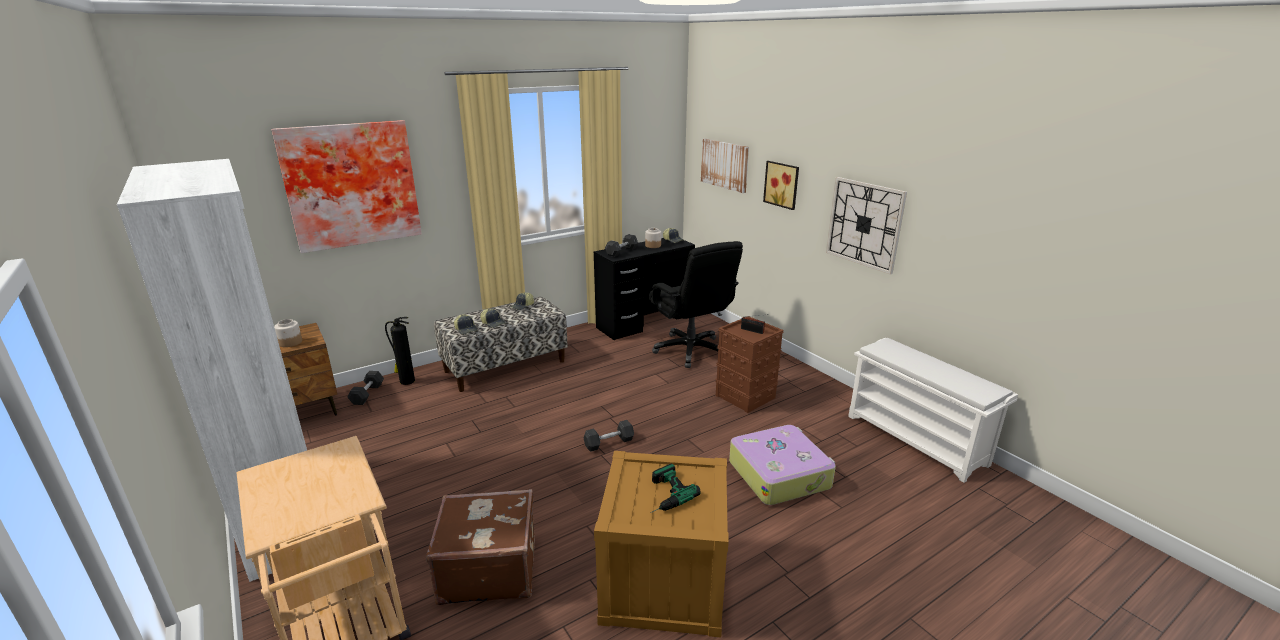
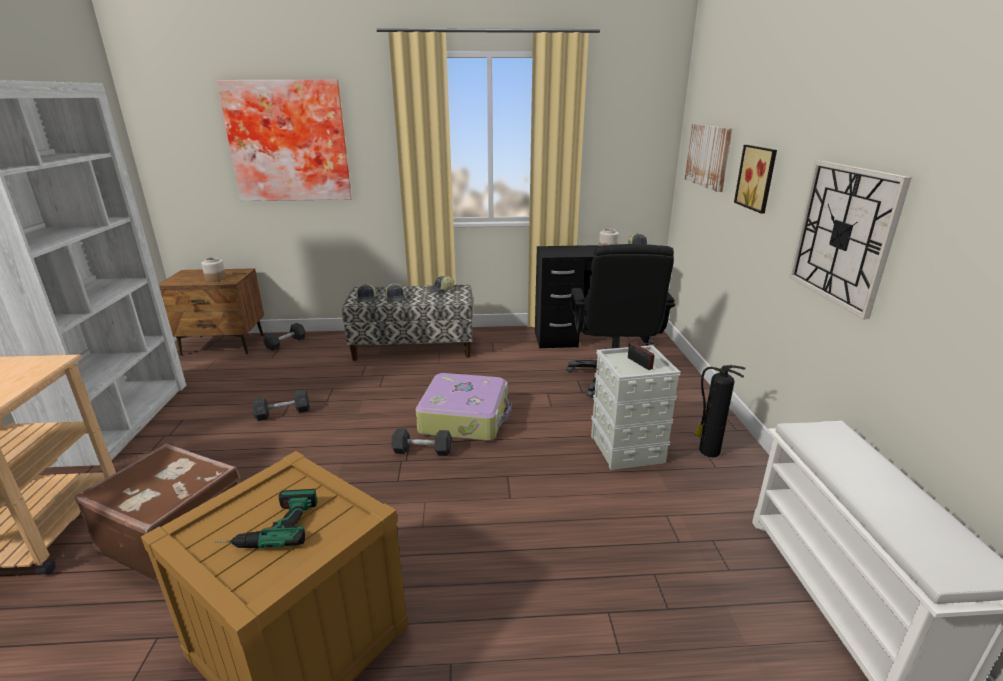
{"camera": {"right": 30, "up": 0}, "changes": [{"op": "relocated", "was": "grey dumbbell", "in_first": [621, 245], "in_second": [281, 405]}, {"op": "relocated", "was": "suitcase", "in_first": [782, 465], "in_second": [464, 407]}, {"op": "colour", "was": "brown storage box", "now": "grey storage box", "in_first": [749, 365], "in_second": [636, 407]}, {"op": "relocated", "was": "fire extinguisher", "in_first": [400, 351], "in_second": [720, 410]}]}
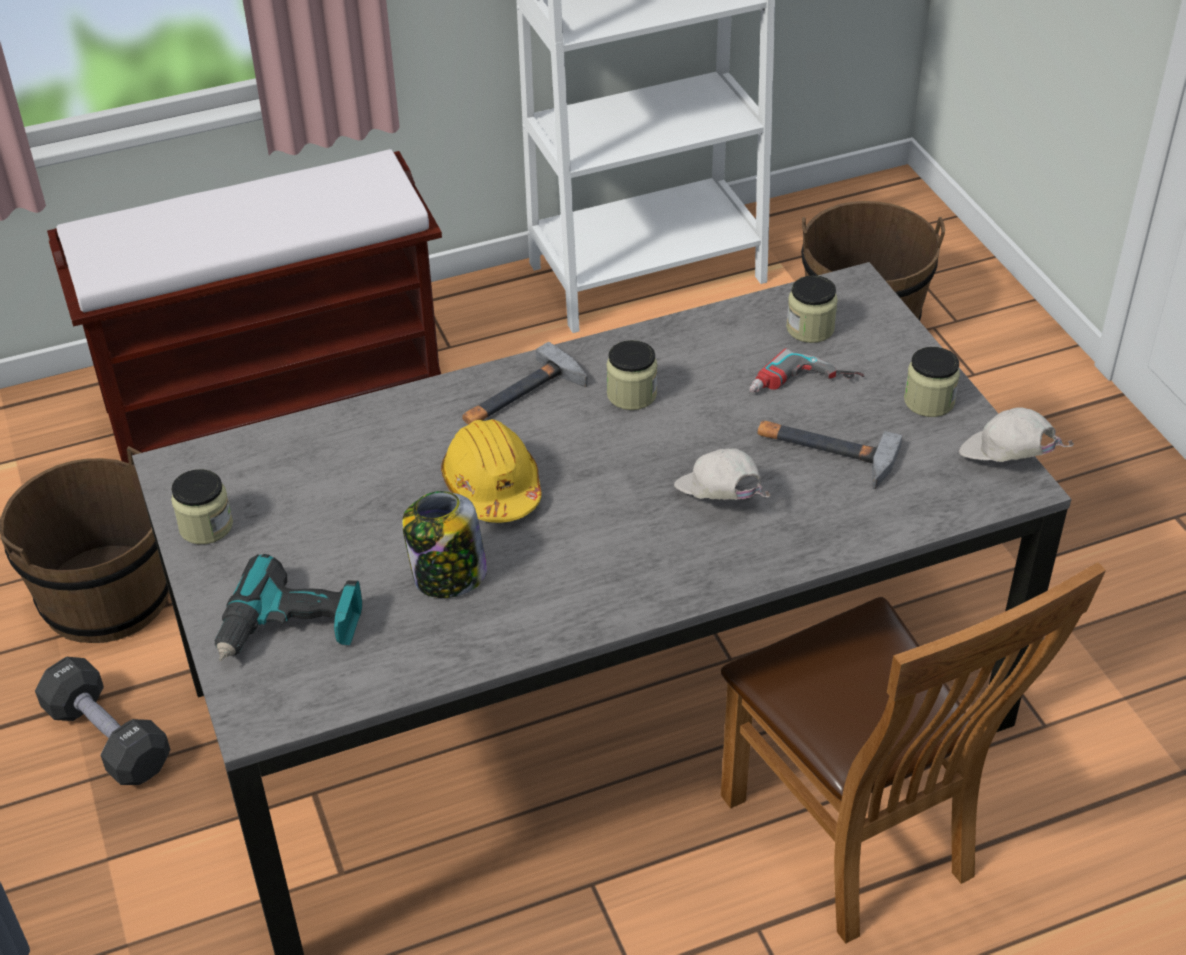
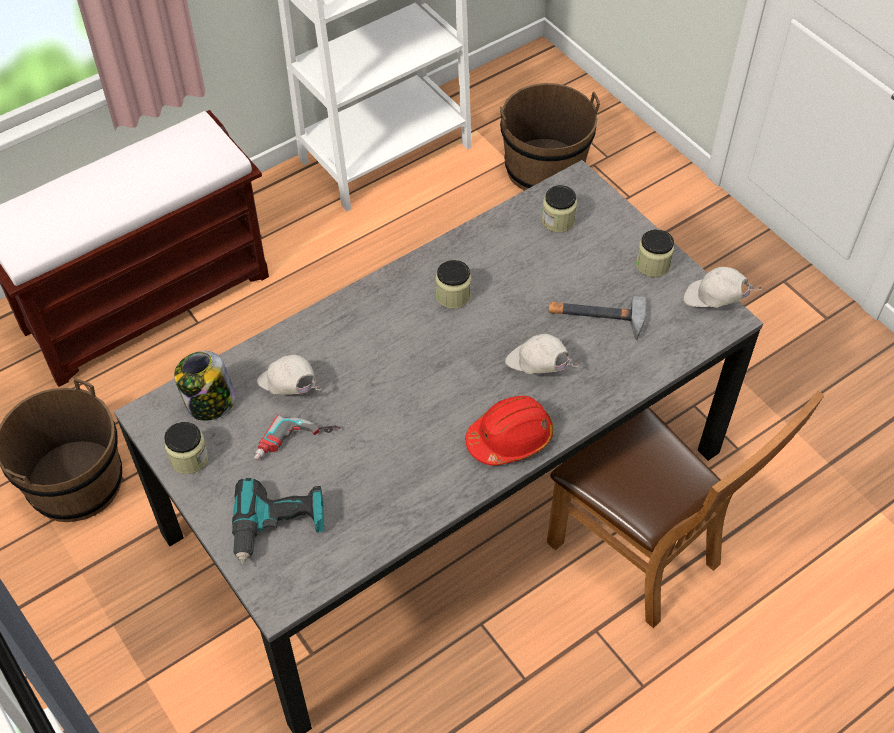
{"camera": {"right": -15, "up": 10}, "changes": [{"op": "relocated", "was": "jar", "in_first": [444, 544], "in_second": [205, 386]}, {"op": "relocated", "was": "power drill", "in_first": [806, 370], "in_second": [297, 437]}, {"op": "appeared", "now": "white cap", "in_second": [289, 374]}, {"op": "appeared", "now": "red hard hat", "in_second": [509, 430]}, {"op": "missing", "was": "black dumbbell", "in_first": [102, 721]}, {"op": "missing", "was": "yellow hard hat", "in_first": [491, 471]}, {"op": "missing", "was": "hammer", "in_first": [525, 383]}]}
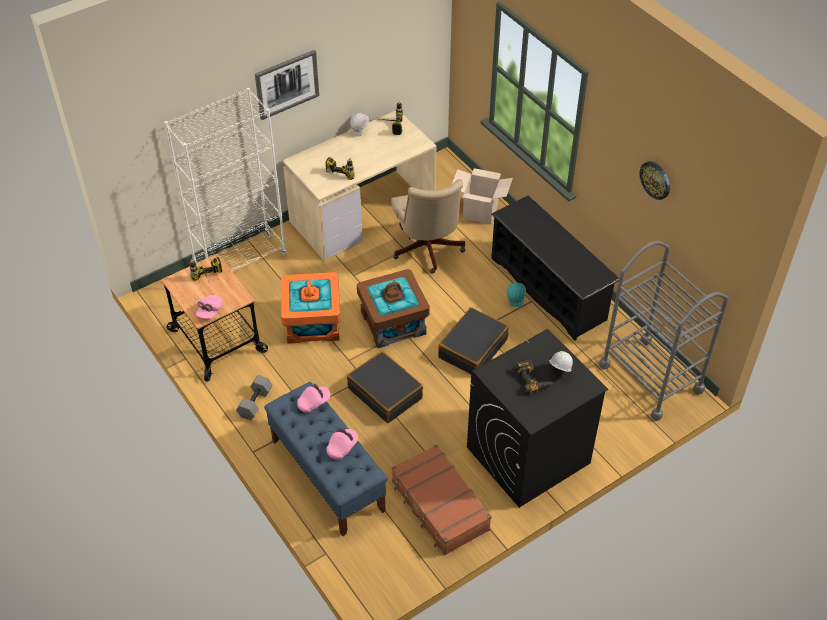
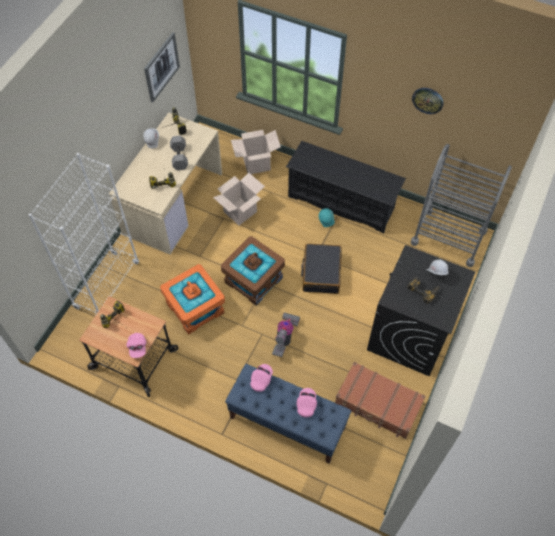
{"camera": {"right": -30, "up": 10}, "changes": [{"op": "relocated", "was": "picture", "in_first": [287, 85], "in_second": [162, 67]}, {"op": "relocated", "was": "grey dumbbell", "in_first": [254, 397], "in_second": [179, 153]}, {"op": "exchanged", "was": "beige office chair", "now": "cardboard box", "in_first": [428, 226], "in_second": [239, 199]}, {"op": "exchanged", "was": "black suitcase", "now": "vacuum cleaner", "in_first": [385, 387], "in_second": [286, 335]}]}
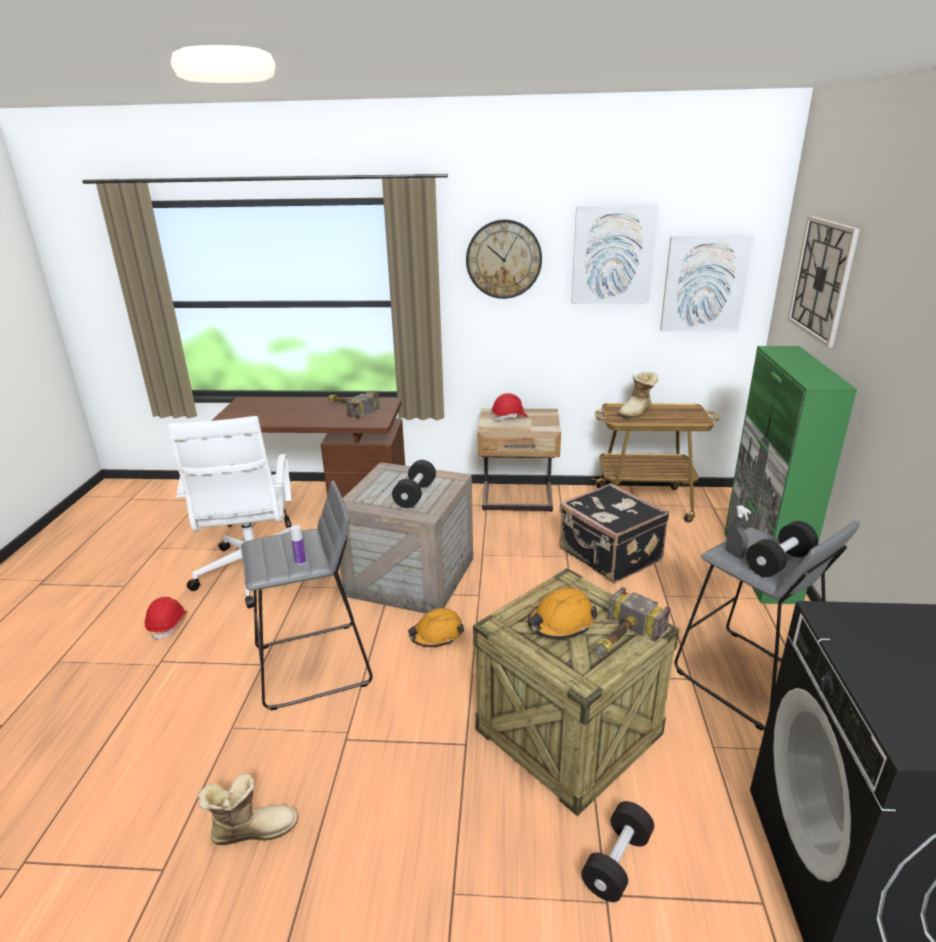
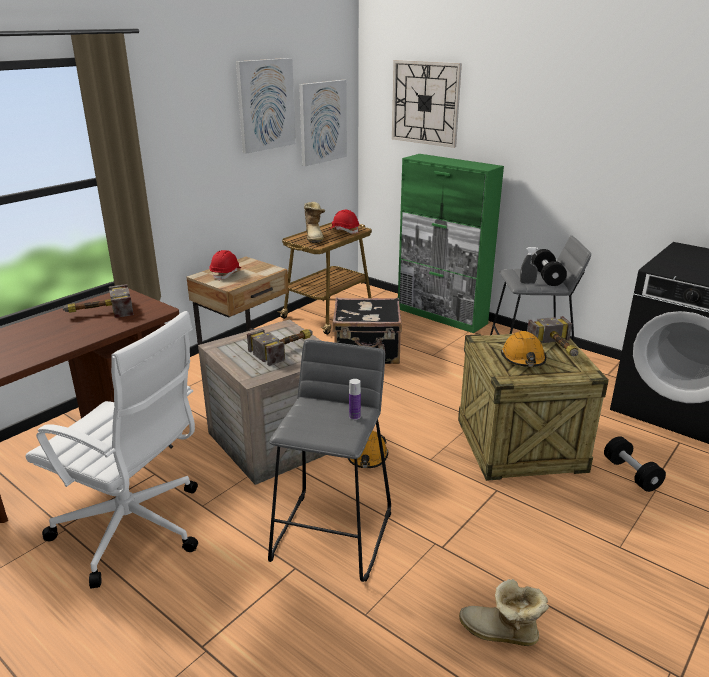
{"camera": {"right": -55, "up": 0}, "changes": [{"op": "exchanged", "was": "black dumbbell", "now": "hammer", "in_first": [414, 484], "in_second": [280, 347]}, {"op": "relocated", "was": "red hard hat", "in_first": [165, 619], "in_second": [344, 221]}, {"op": "spun", "was": "boot", "in_first": [247, 809], "in_second": [504, 612], "clockwise": -90}, {"op": "missing", "was": "wall clock", "in_first": [504, 259]}]}
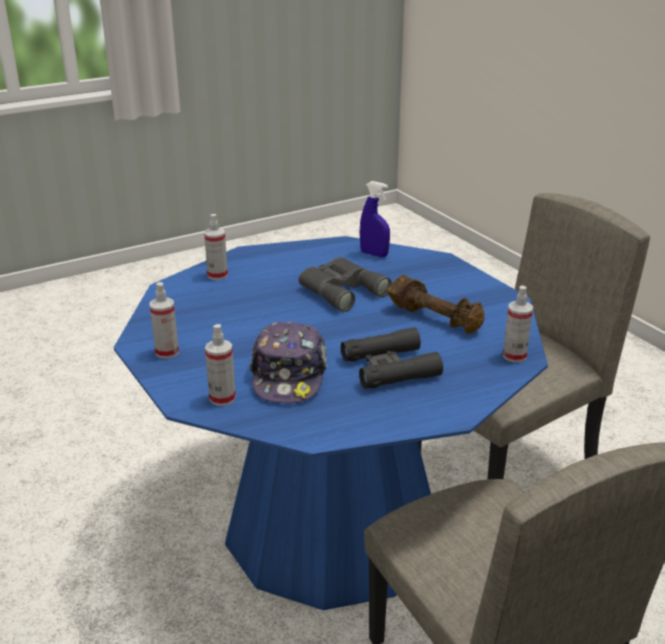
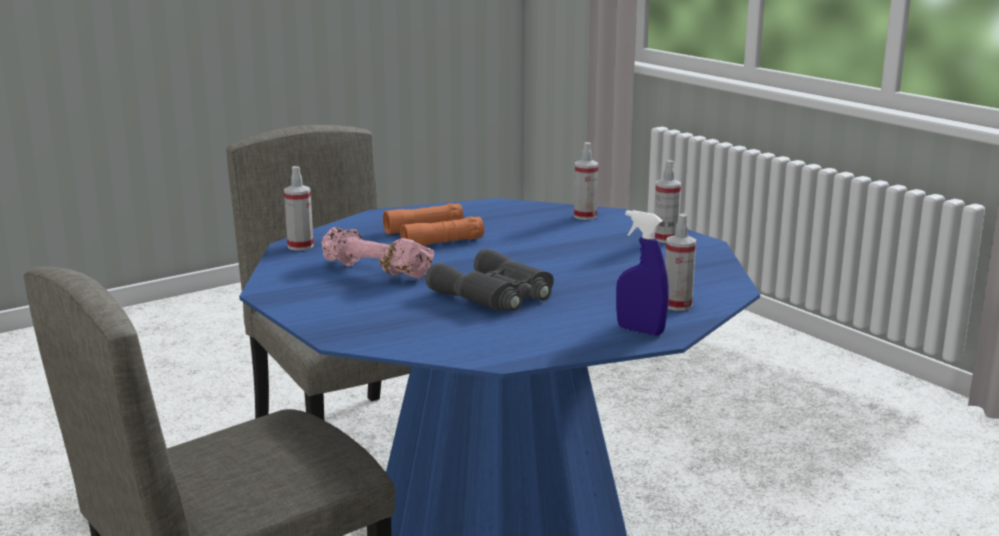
{"camera": {"right": 175, "up": -10}, "changes": [{"op": "colour", "was": "brown dumbbell", "now": "pink dumbbell", "in_first": [435, 304], "in_second": [378, 252]}, {"op": "colour", "was": "black binoculars", "now": "orange binoculars", "in_first": [392, 358], "in_second": [433, 224]}, {"op": "relocated", "was": "blue spray bottle", "in_first": [375, 219], "in_second": [642, 273]}, {"op": "missing", "was": "cap", "in_first": [288, 362]}]}
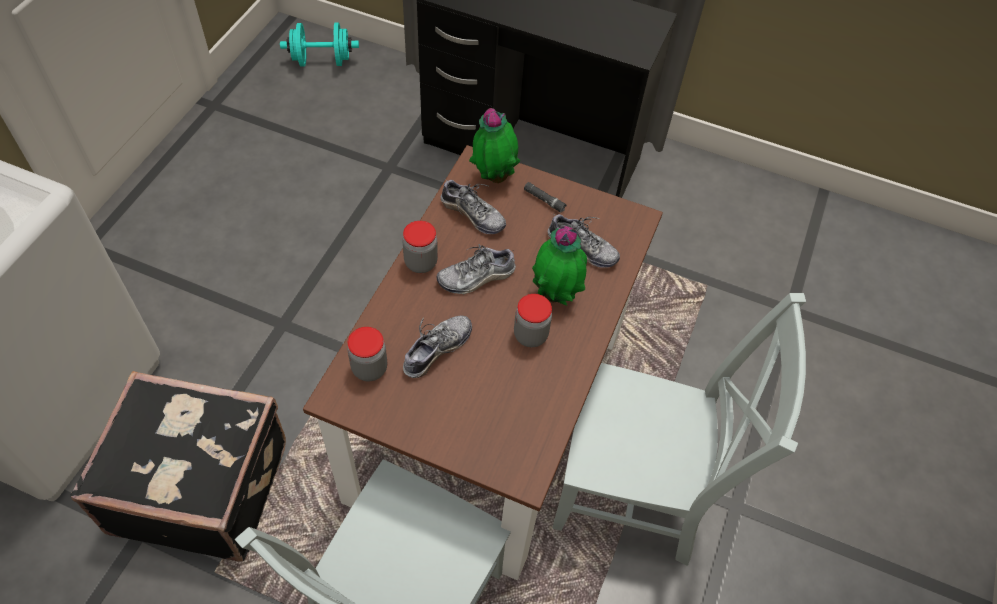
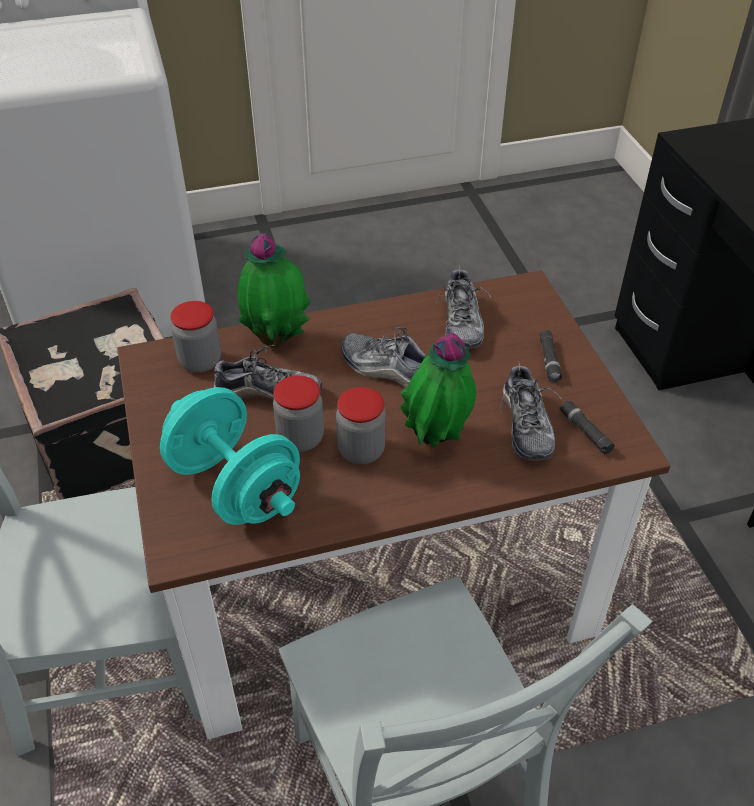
{"camera": {"right": 55, "up": -10}, "changes": [{"op": "relocated", "was": "turquoise dumbbell", "in_first": [319, 45], "in_second": [230, 456]}, {"op": "relocated", "was": "potted plant", "in_first": [494, 145], "in_second": [274, 290]}, {"op": "relocated", "was": "jar", "in_first": [420, 247], "in_second": [298, 413]}, {"op": "appeared", "now": "black flashlight", "in_second": [587, 427]}]}
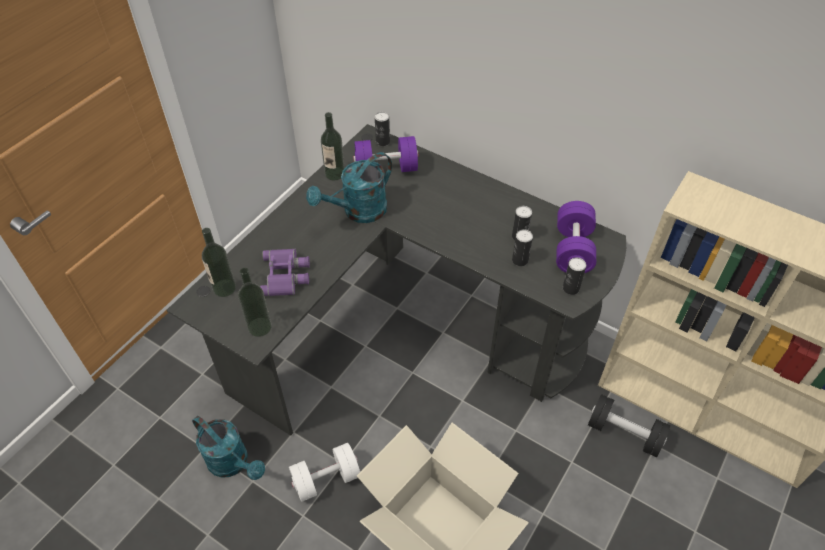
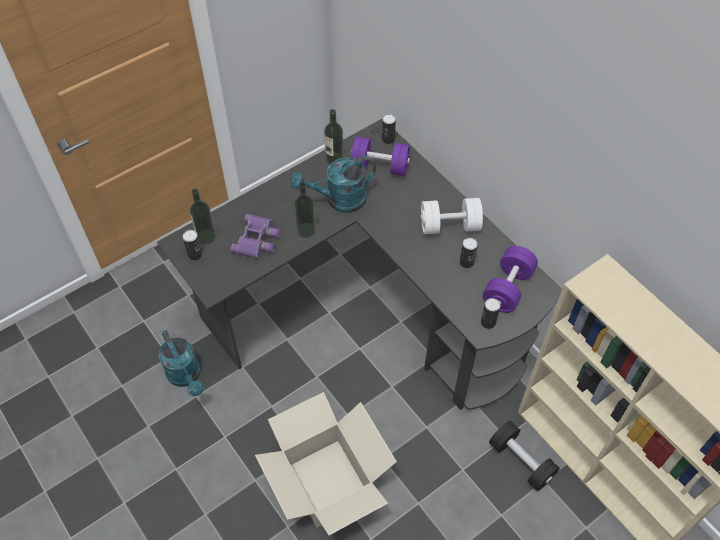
{"camera": {"right": 20, "up": 5}, "changes": [{"op": "relocated", "was": "can", "in_first": [522, 247], "in_second": [192, 245]}, {"op": "relocated", "was": "bottle", "in_first": [255, 302], "in_second": [305, 210]}, {"op": "relocated", "was": "white dumbbell", "in_first": [324, 472], "in_second": [451, 216]}]}
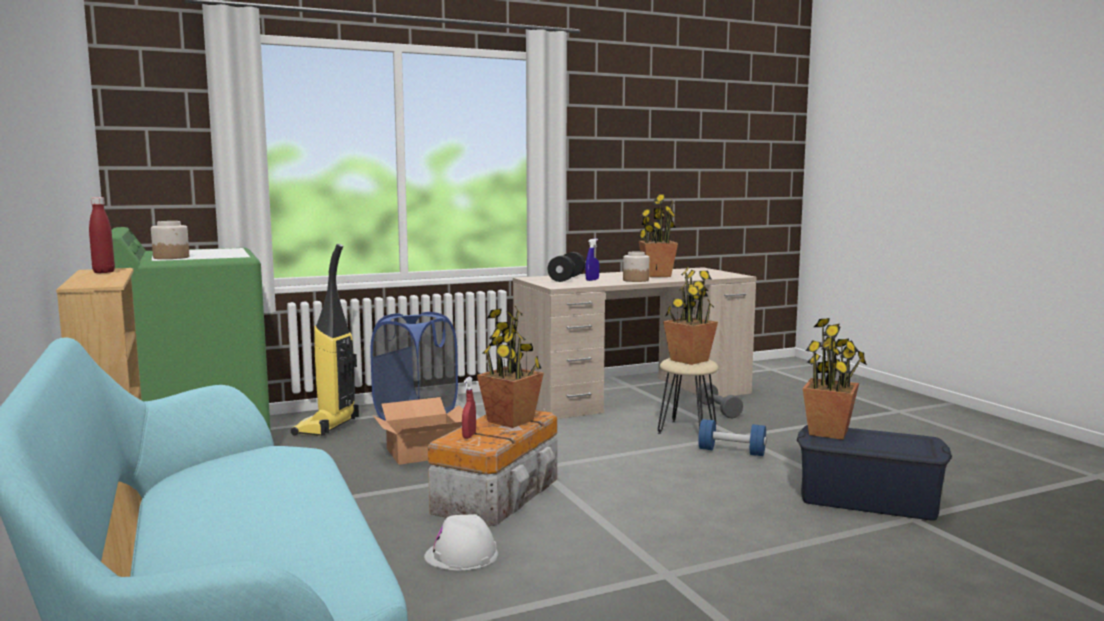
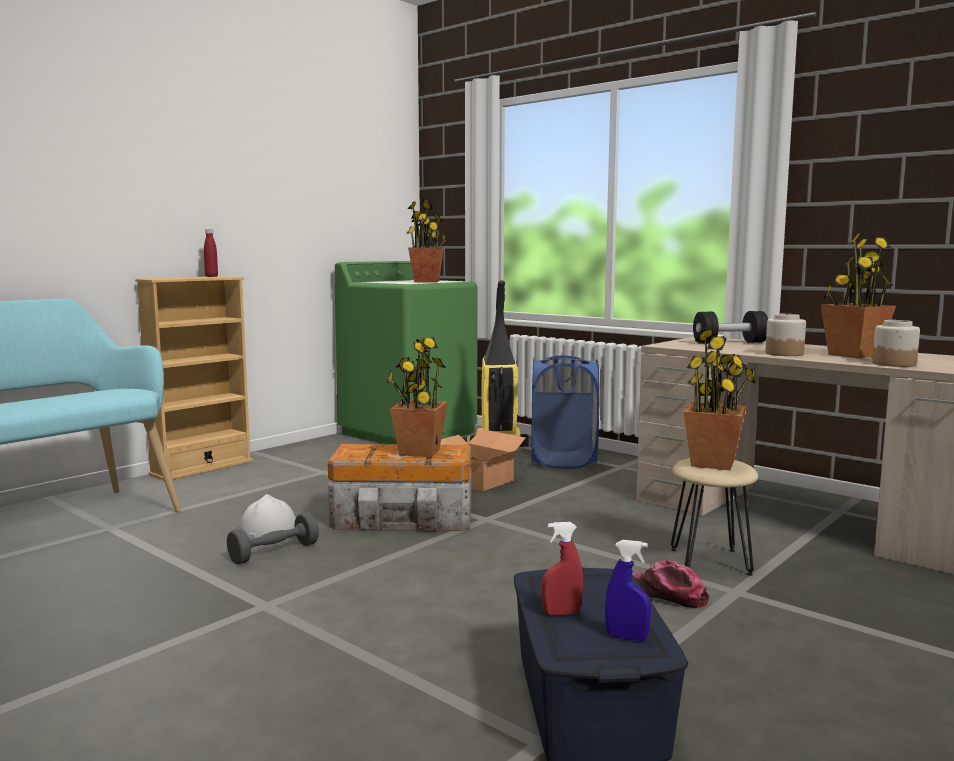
{"camera": {"right": 65, "up": 0}, "changes": [{"op": "relocated", "was": "grey dumbbell", "in_first": [719, 401], "in_second": [273, 538]}, {"op": "relocated", "was": "potted plant", "in_first": [835, 379], "in_second": [426, 240]}, {"op": "relocated", "was": "red spray bottle", "in_first": [469, 408], "in_second": [562, 569]}, {"op": "relocated", "was": "blue spray bottle", "in_first": [592, 260], "in_second": [628, 590]}, {"op": "exchanged", "was": "blue dumbbell", "now": "cap", "in_first": [732, 437], "in_second": [670, 584]}, {"op": "relocated", "was": "jar", "in_first": [170, 240], "in_second": [896, 343]}]}
